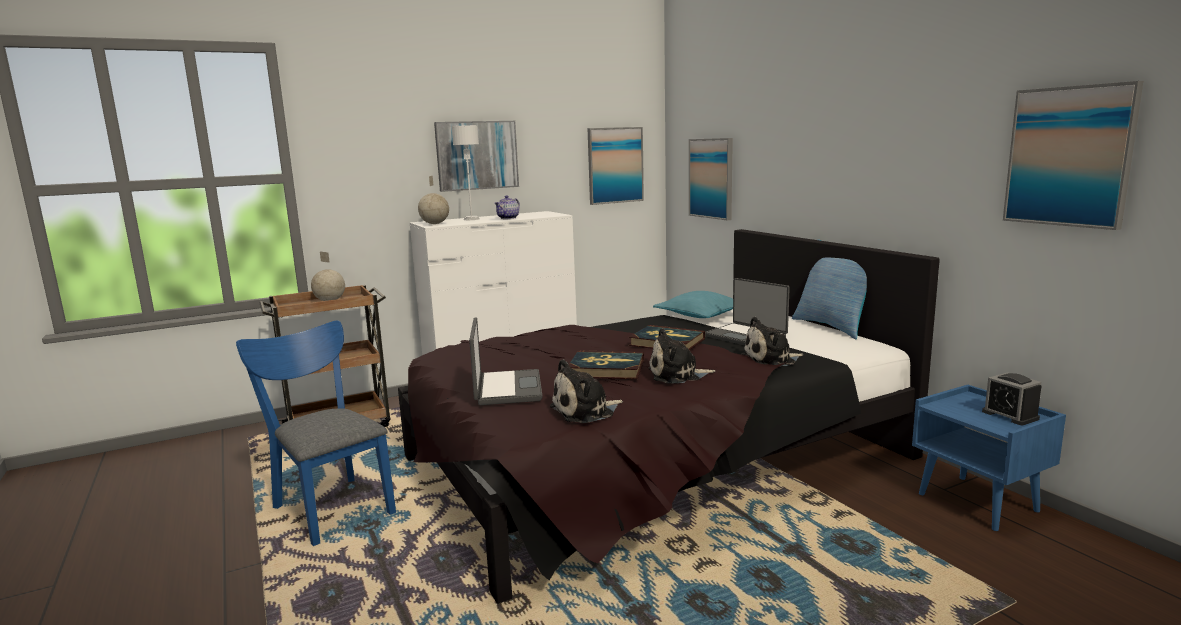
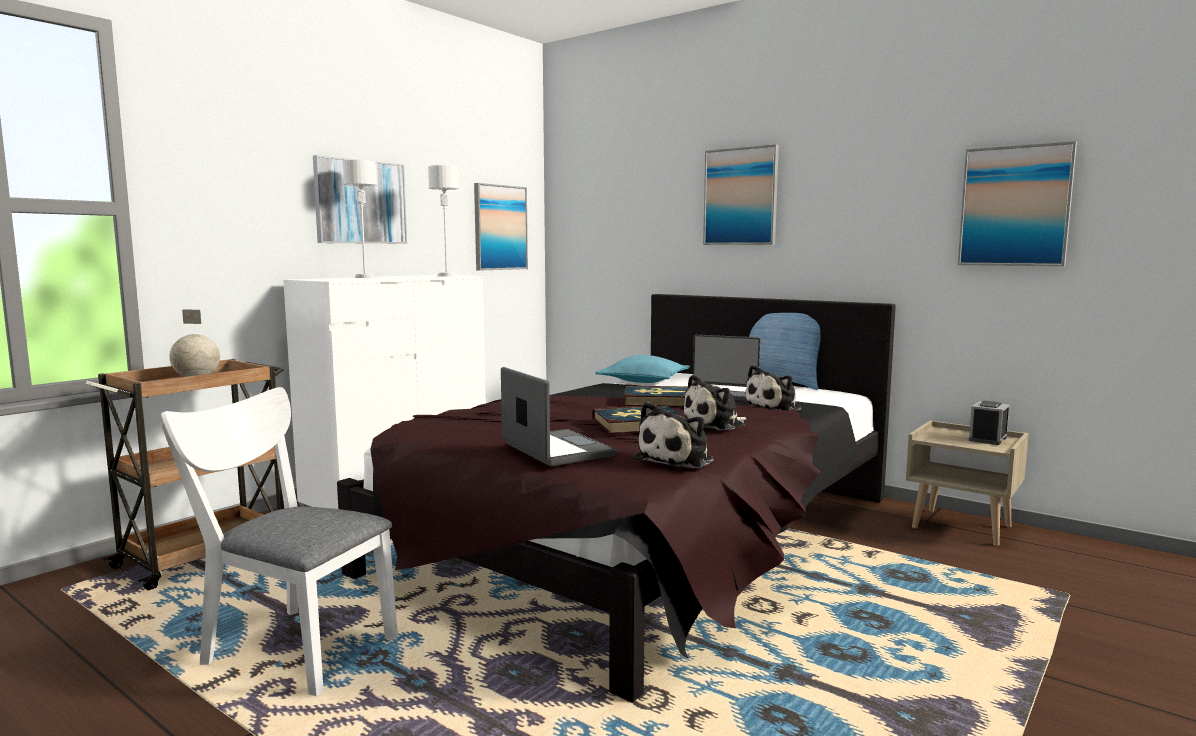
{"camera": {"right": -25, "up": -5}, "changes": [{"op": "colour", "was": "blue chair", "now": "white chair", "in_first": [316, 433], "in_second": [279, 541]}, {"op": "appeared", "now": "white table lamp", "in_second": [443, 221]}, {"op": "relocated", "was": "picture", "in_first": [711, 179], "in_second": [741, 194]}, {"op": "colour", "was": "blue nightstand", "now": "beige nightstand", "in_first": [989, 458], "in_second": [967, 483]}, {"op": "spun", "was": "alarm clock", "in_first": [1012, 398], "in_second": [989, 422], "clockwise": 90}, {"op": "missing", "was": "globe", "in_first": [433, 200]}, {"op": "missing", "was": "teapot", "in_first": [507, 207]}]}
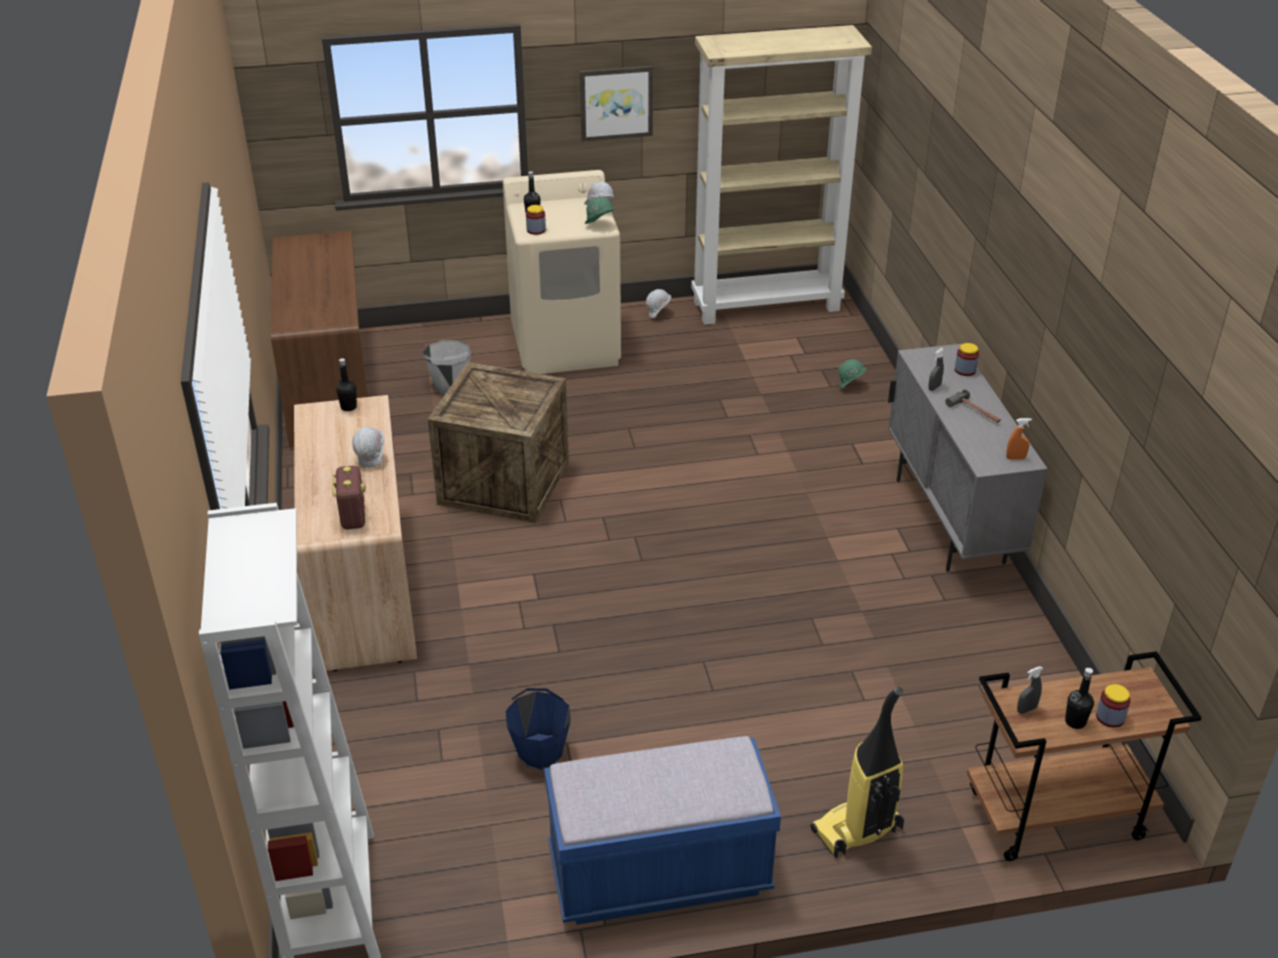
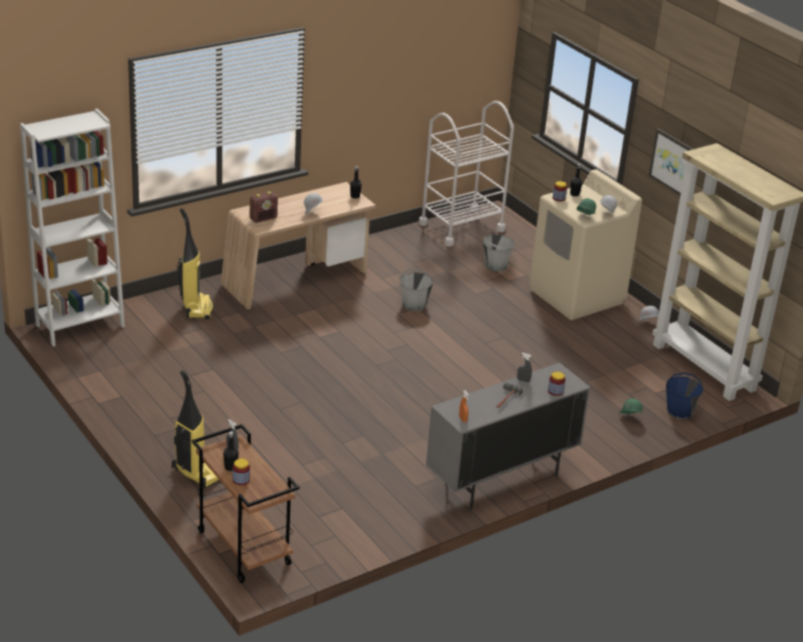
{"camera": {"right": 65, "up": -5}, "changes": [{"op": "appeared", "now": "vacuum cleaner", "in_second": [195, 264]}, {"op": "exchanged", "was": "crate", "now": "grey bucket", "in_first": [498, 442], "in_second": [416, 290]}, {"op": "exchanged", "was": "brown desk", "now": "white cart", "in_first": [319, 338], "in_second": [466, 174]}, {"op": "relocated", "was": "blue bucket", "in_first": [538, 729], "in_second": [684, 395]}, {"op": "missing", "was": "blue bench", "in_first": [662, 830]}]}
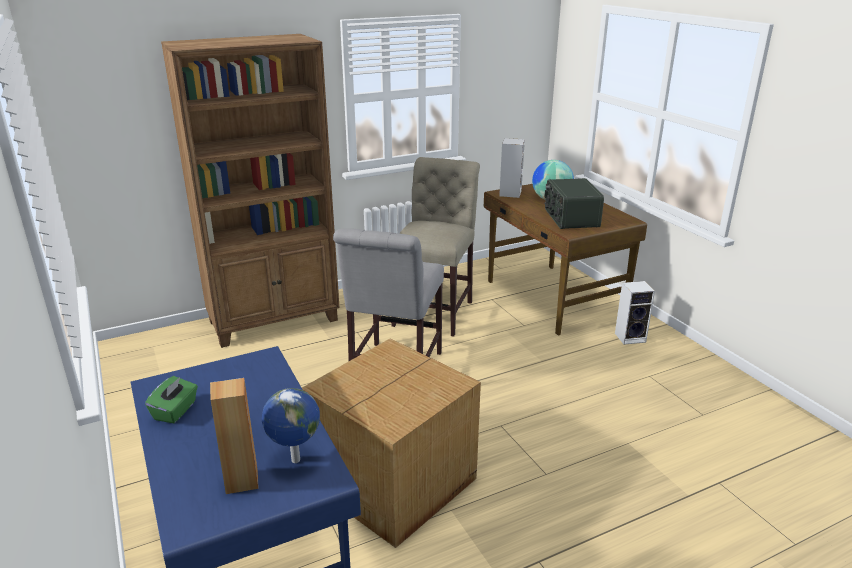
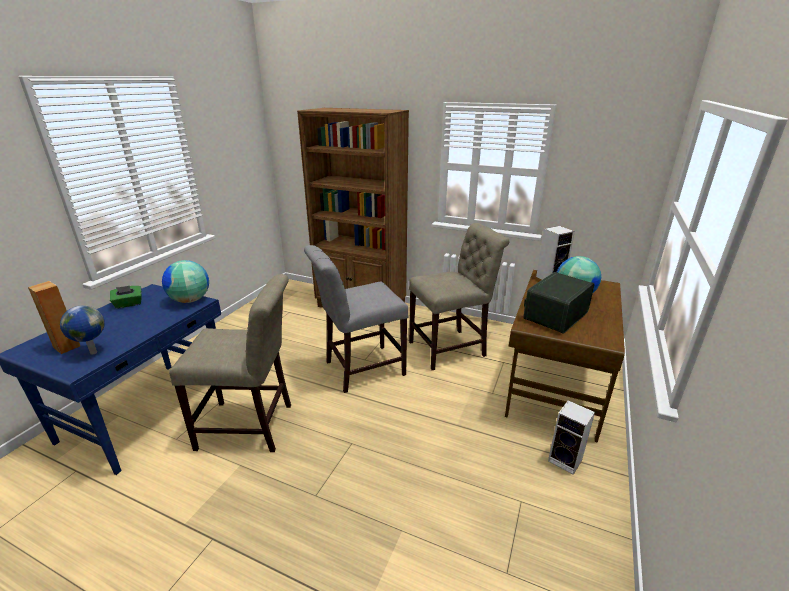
{"camera": {"right": 50, "up": 0}, "changes": [{"op": "appeared", "now": "globe", "in_second": [185, 281]}, {"op": "exchanged", "was": "cardboard box", "now": "beige chair", "in_first": [391, 443], "in_second": [230, 363]}]}
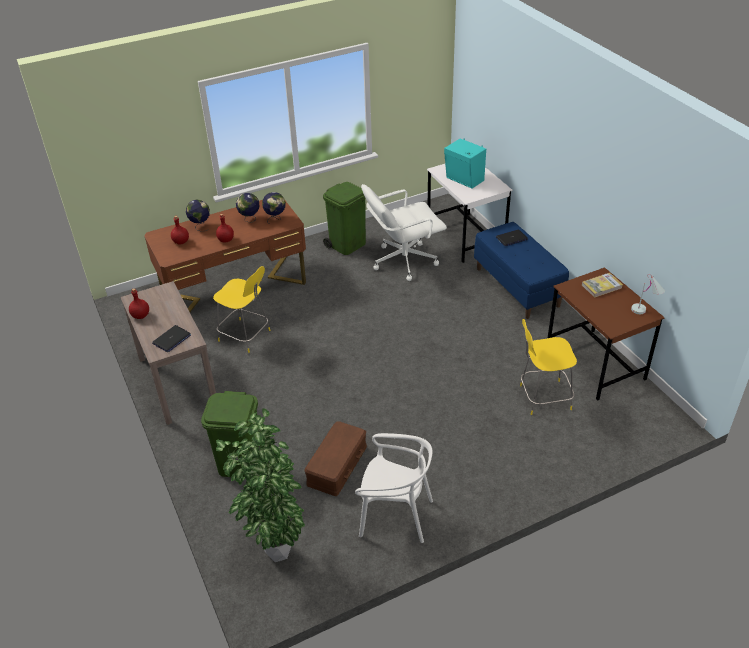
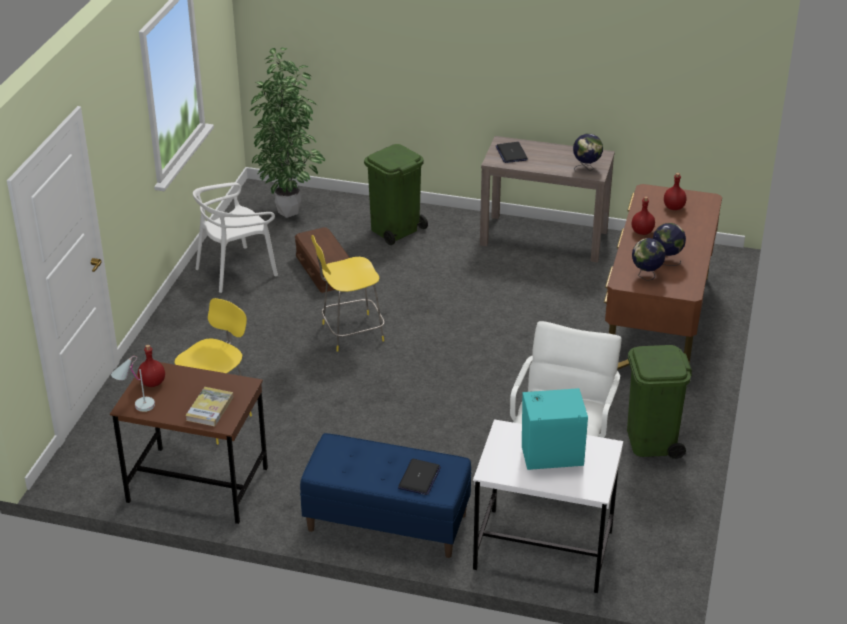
{"camera": {"right": 130, "up": -5}, "changes": [{"op": "relocated", "was": "red bottle", "in_first": [139, 304], "in_second": [151, 366]}, {"op": "relocated", "was": "yellow chair", "in_first": [241, 309], "in_second": [347, 293]}, {"op": "relocated", "was": "globe", "in_first": [198, 216], "in_second": [588, 152]}]}
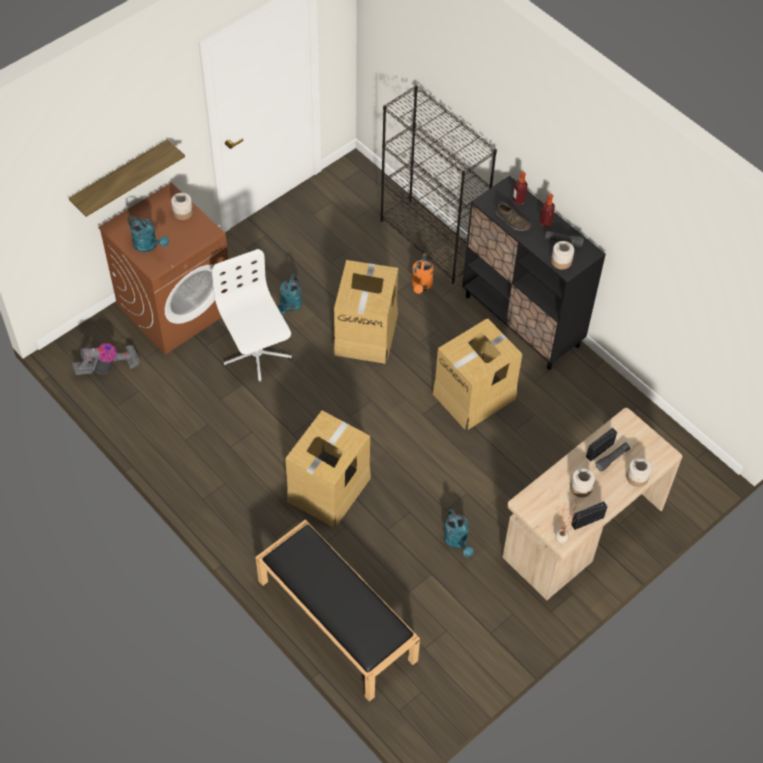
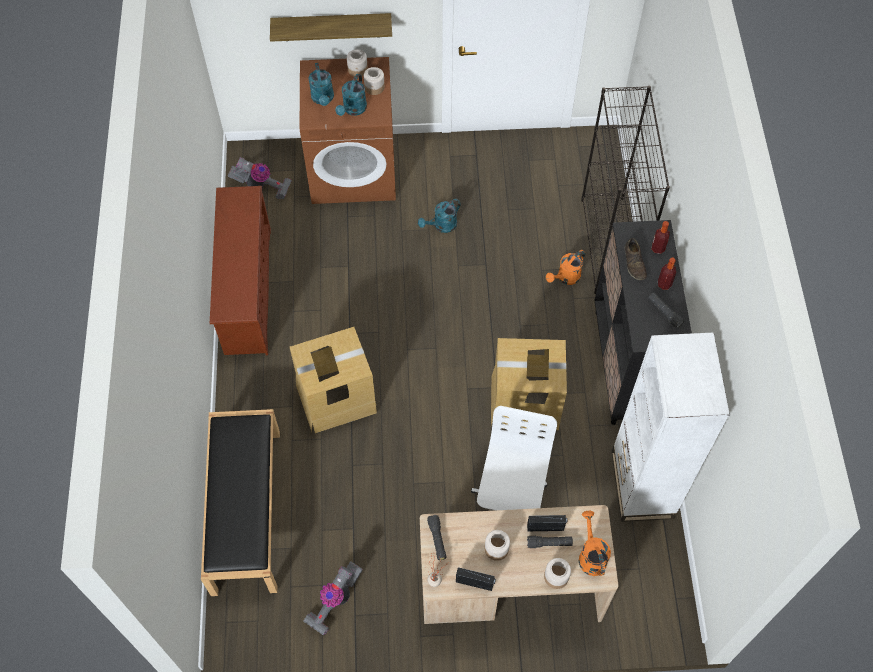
{"camera": {"right": 40, "up": 5}, "changes": [{"op": "appeared", "now": "brown shoe rack", "in_second": [240, 270]}, {"op": "appeared", "now": "vacuum cleaner", "in_second": [333, 598]}, {"op": "relocated", "was": "turquoise watering can", "in_first": [458, 532], "in_second": [351, 95]}, {"op": "relocated", "was": "jar", "in_first": [562, 255], "in_second": [357, 63]}, {"op": "appeared", "now": "black flashlight", "in_second": [436, 537]}, {"op": "relocated", "was": "white office chair", "in_first": [252, 316], "in_second": [514, 458]}, {"op": "appeared", "now": "orange watering can", "in_second": [595, 543]}, {"op": "appeared", "now": "white bookcase", "in_second": [671, 427]}, {"op": "missing", "was": "cardboard box", "in_first": [366, 312]}]}
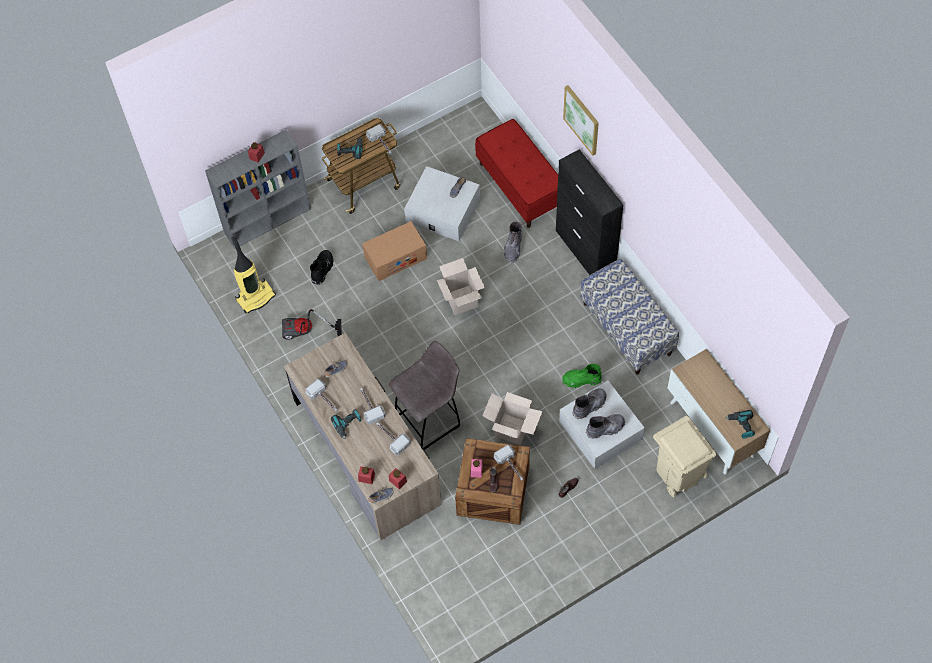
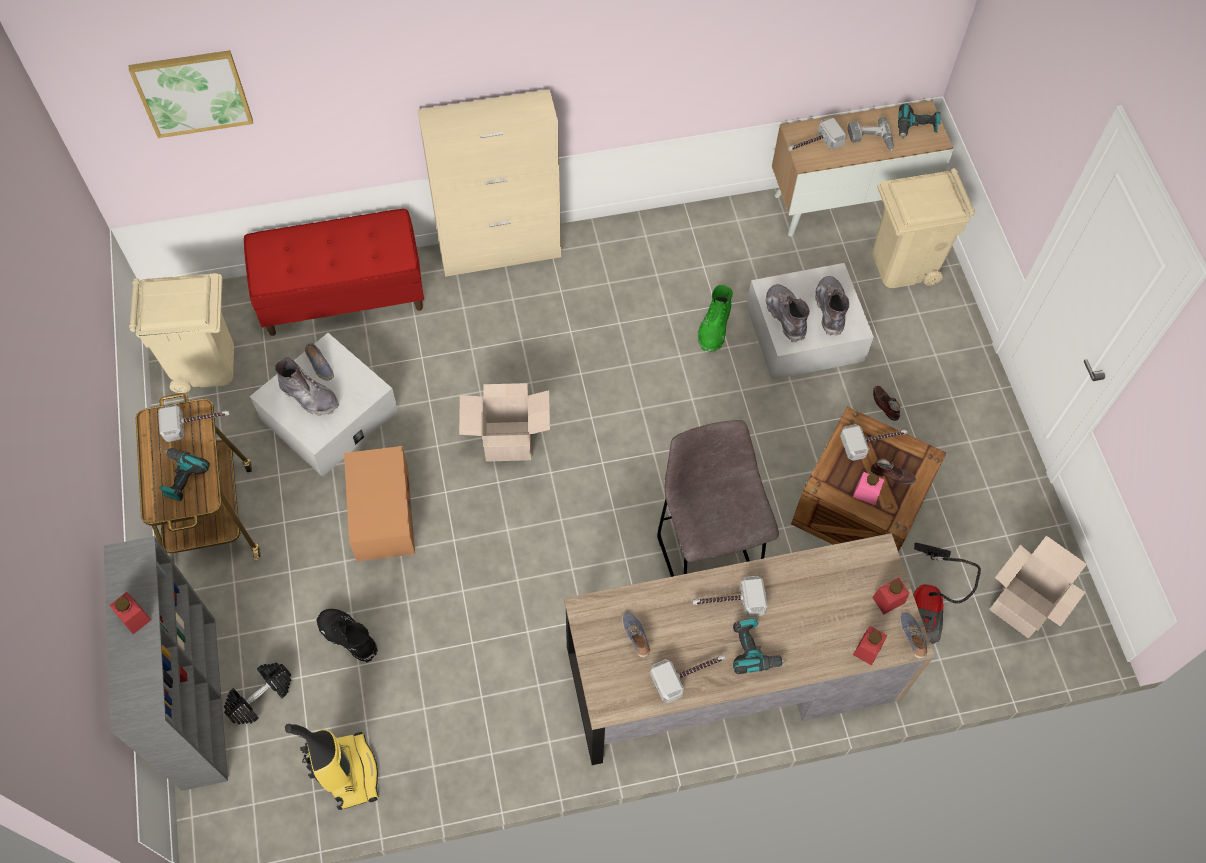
{"camera": {"right": -75, "up": 0}, "changes": [{"op": "relocated", "was": "picture", "in_first": [581, 120], "in_second": [191, 94]}, {"op": "appeared", "now": "beige trash can", "in_second": [181, 333]}, {"op": "appeared", "now": "black dumbbell", "in_second": [257, 693]}, {"op": "relocated", "was": "grey boot", "in_first": [513, 242], "in_second": [307, 386]}, {"op": "colour", "was": "black cabinet", "now": "beige cabinet", "in_first": [589, 212], "in_second": [489, 183]}, {"op": "relocated", "was": "hammer", "in_first": [394, 438], "in_second": [817, 134]}, {"op": "appeared", "now": "power drill", "in_second": [871, 134]}, {"op": "relocated", "was": "vacuum cleaner", "in_first": [312, 324], "in_second": [947, 593]}, {"op": "relocated", "was": "cardboard box", "in_first": [512, 418], "in_second": [1038, 587]}, {"op": "missing", "was": "bench", "in_first": [629, 316]}]}
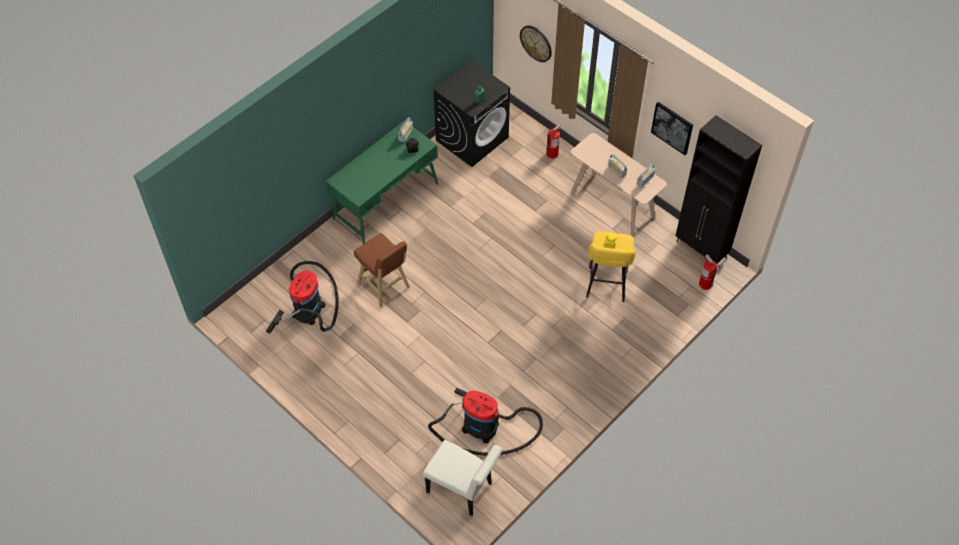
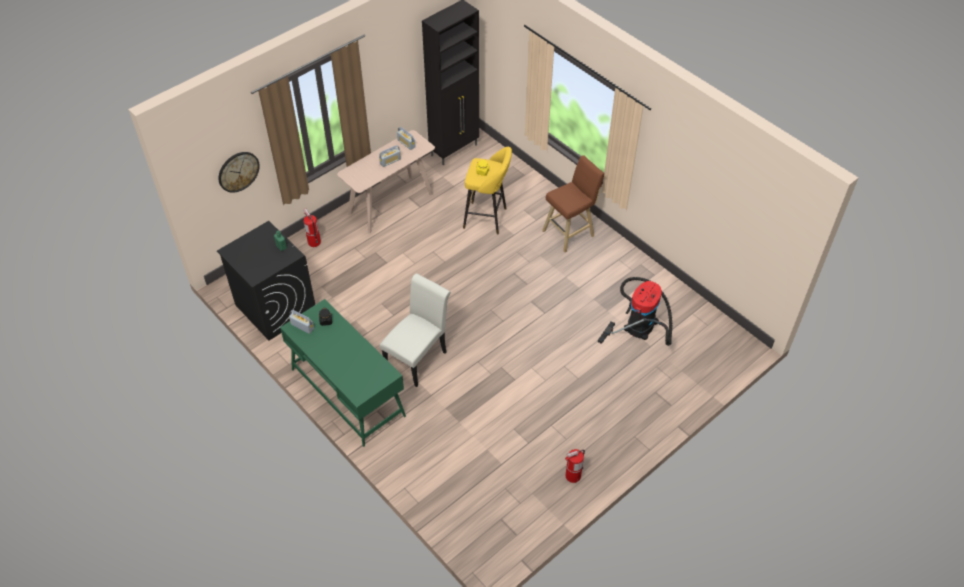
{"camera": {"right": -85, "up": -5}, "changes": [{"op": "relocated", "was": "white chair", "in_first": [463, 478], "in_second": [415, 330]}, {"op": "relocated", "was": "brown stool", "in_first": [382, 270], "in_second": [573, 204]}, {"op": "relocated", "was": "fire extinguisher", "in_first": [708, 272], "in_second": [575, 466]}, {"op": "missing", "was": "vacuum cleaner", "in_first": [302, 297]}, {"op": "missing", "was": "picture", "in_first": [672, 128]}]}
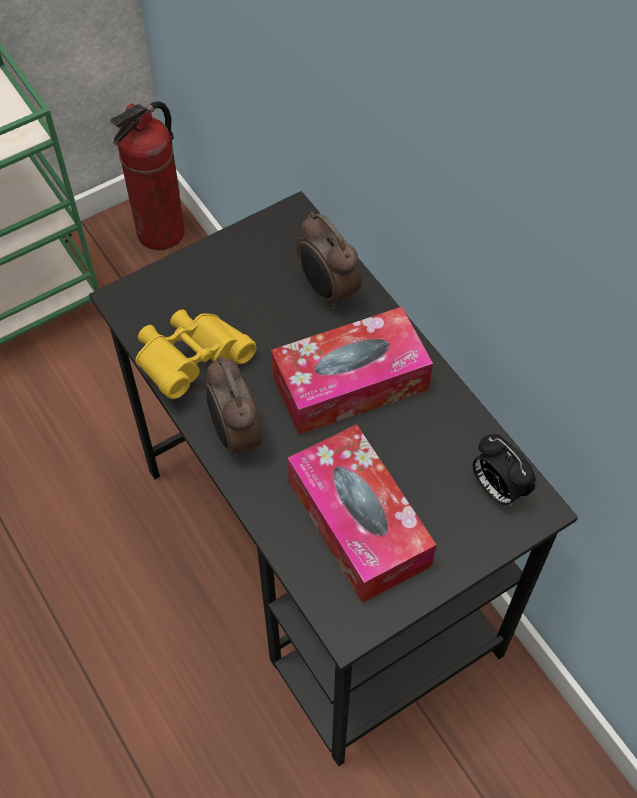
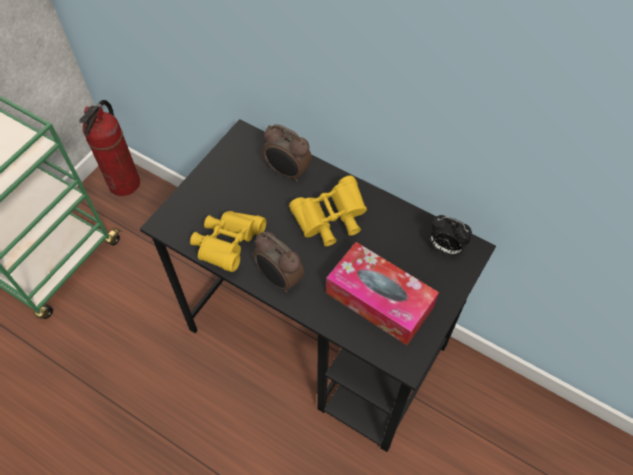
{"camera": {"right": -25, "up": 0}, "changes": [{"op": "exchanged", "was": "tissue box", "now": "yellow binoculars", "in_first": [352, 371], "in_second": [328, 210]}]}
